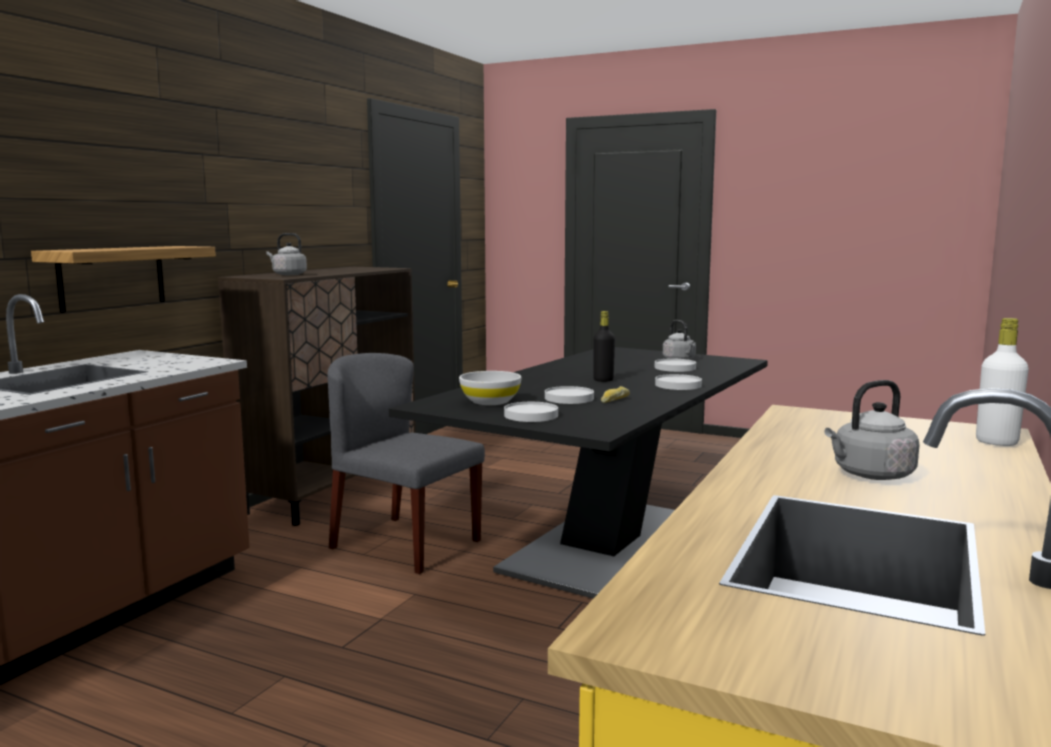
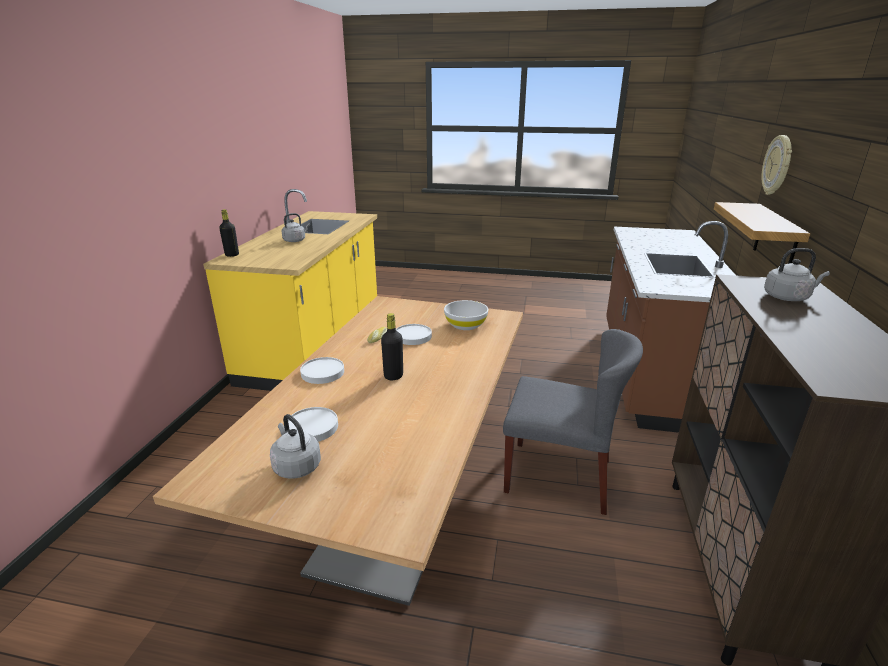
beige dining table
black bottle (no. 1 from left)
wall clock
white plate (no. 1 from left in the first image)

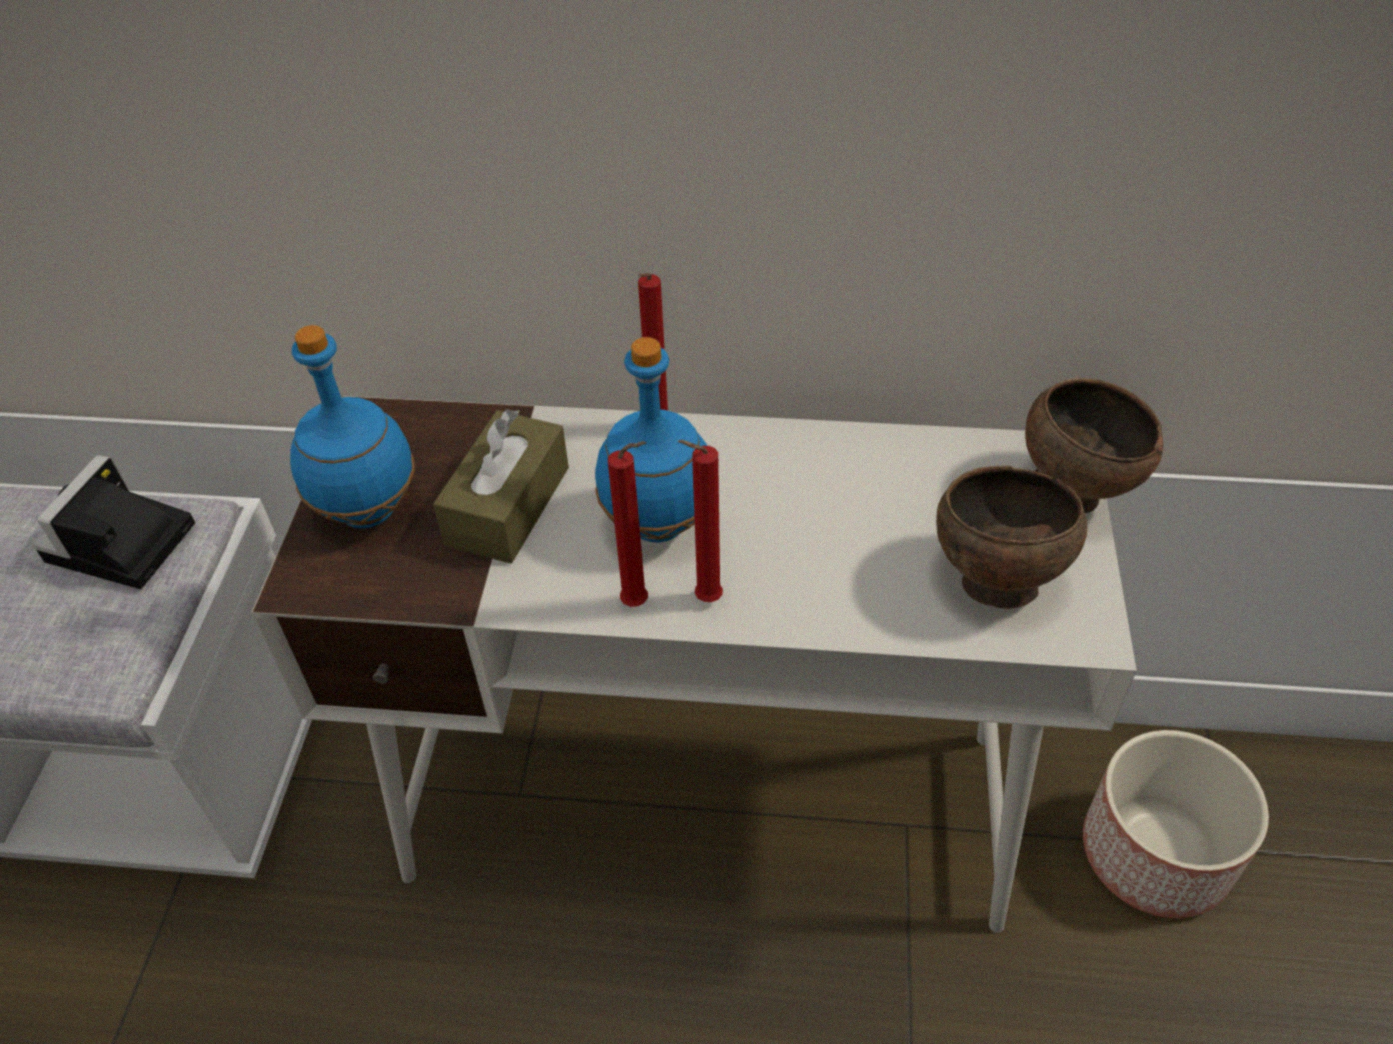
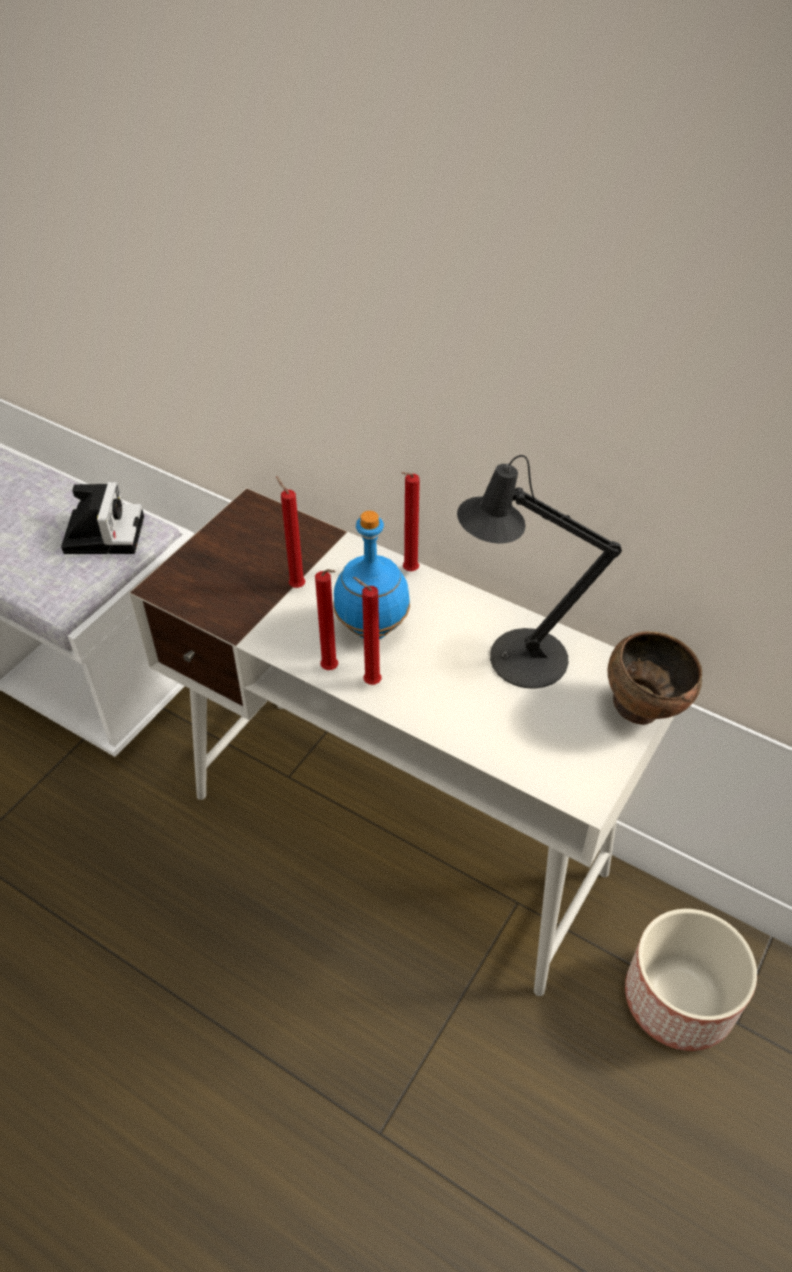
photo camera
red candle (no. 1 from left)
black table lamp
blue bottle (no. 1 from left in the first image)
brown bowl (no. 1 from left in the first image)

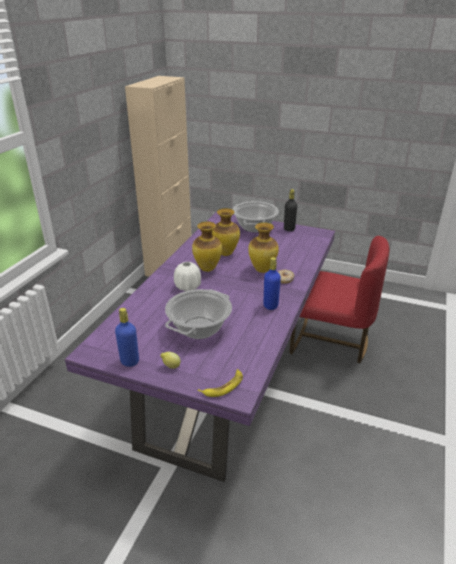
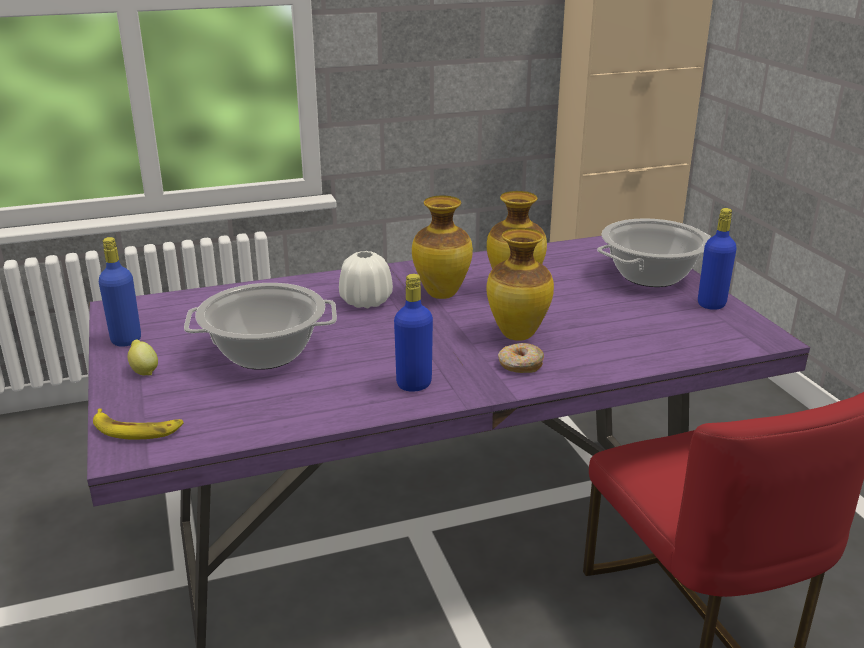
blue bottle (no. 3 from left)

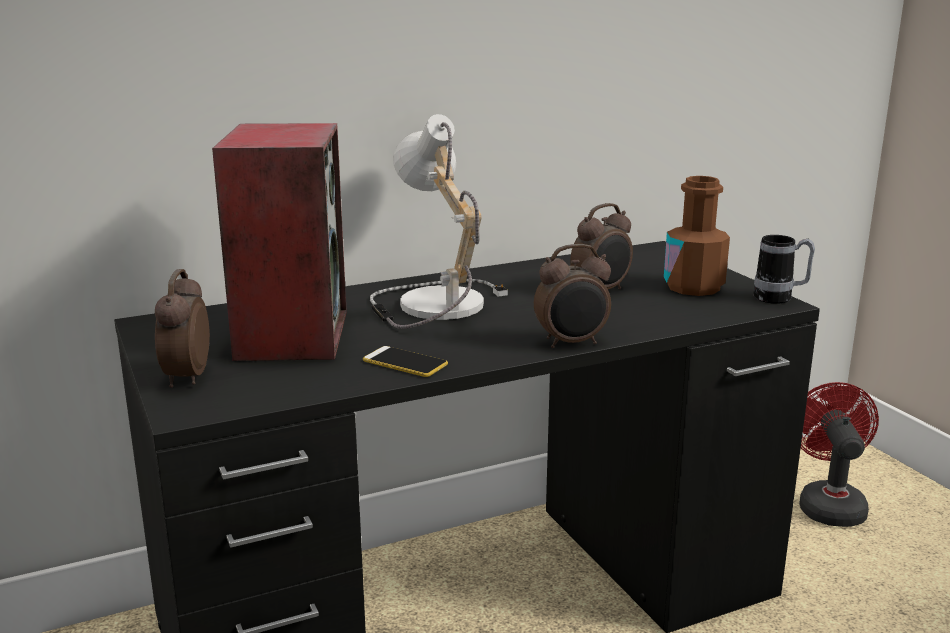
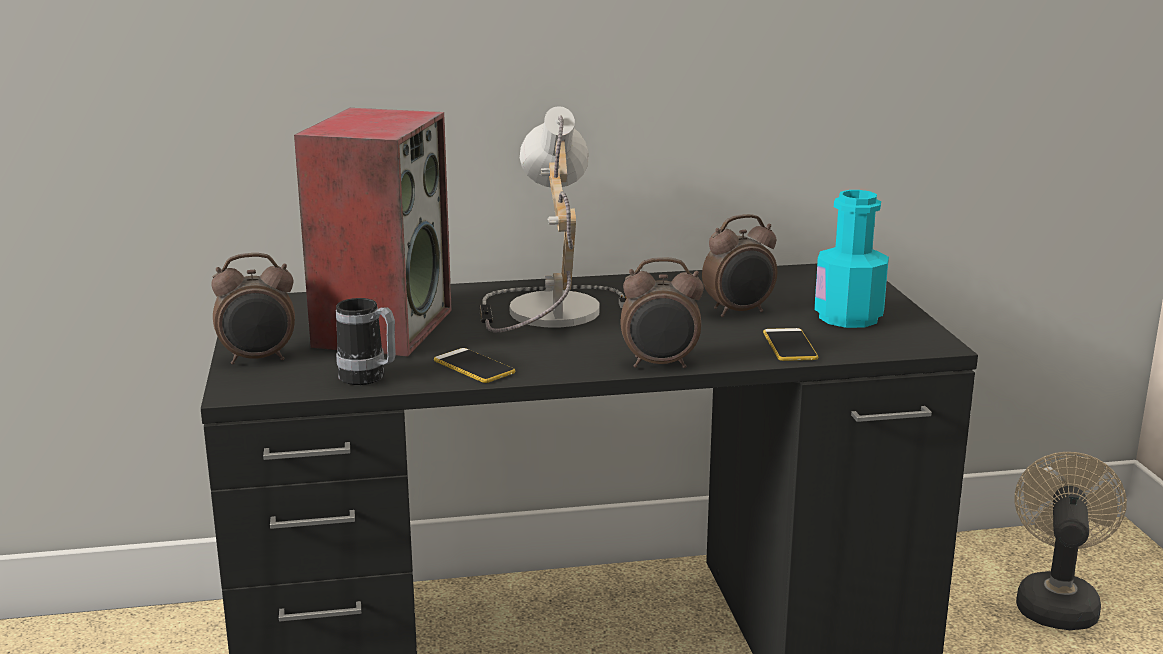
alarm clock (no. 1 from left)
mug
phone (no. 2 from left)
turquoise bottle
beige fan

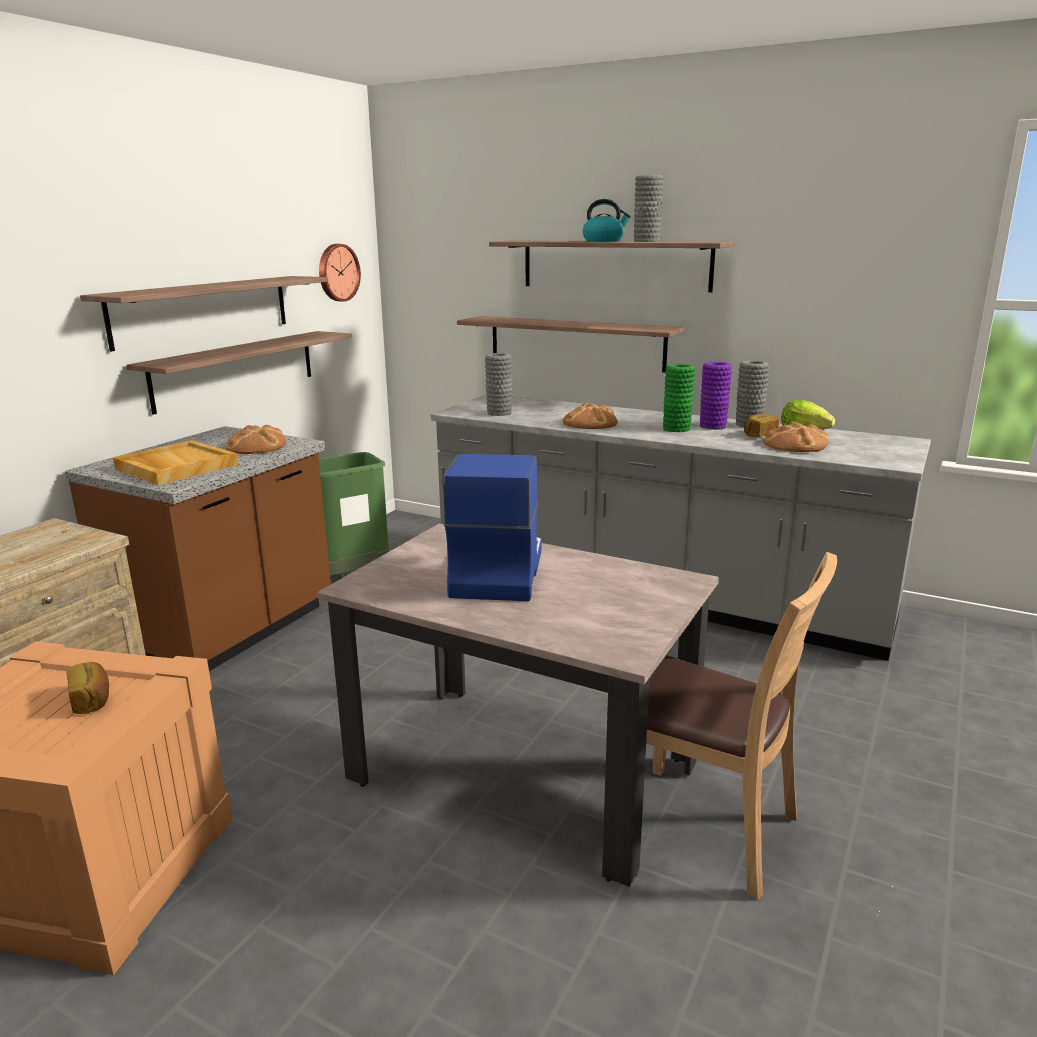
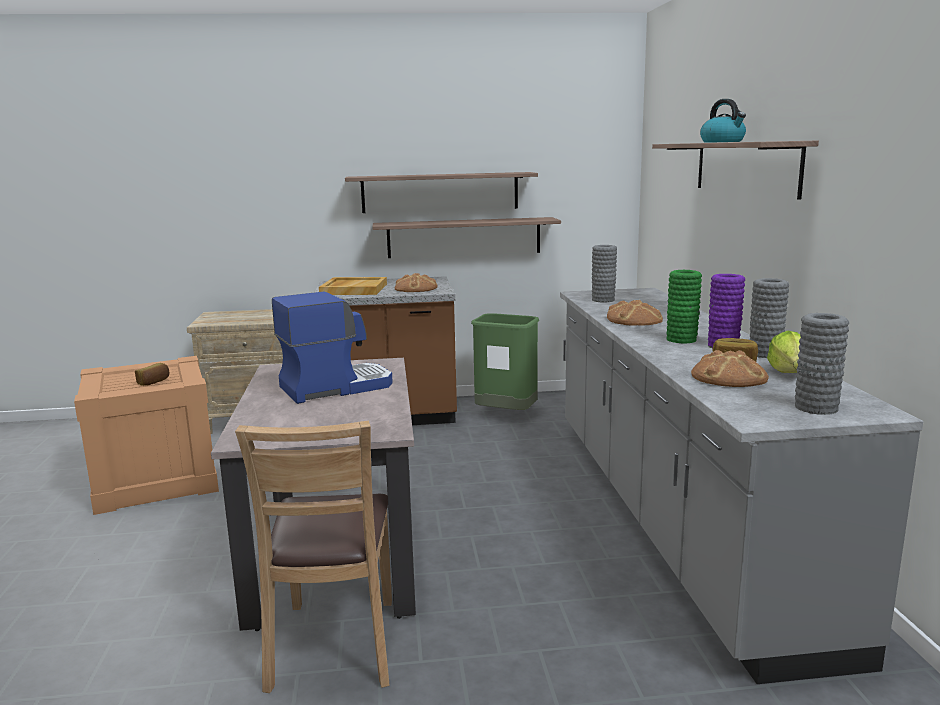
grey vase (no. 3 from left)
wall clock
shelf (no. 3 from left in the first image)

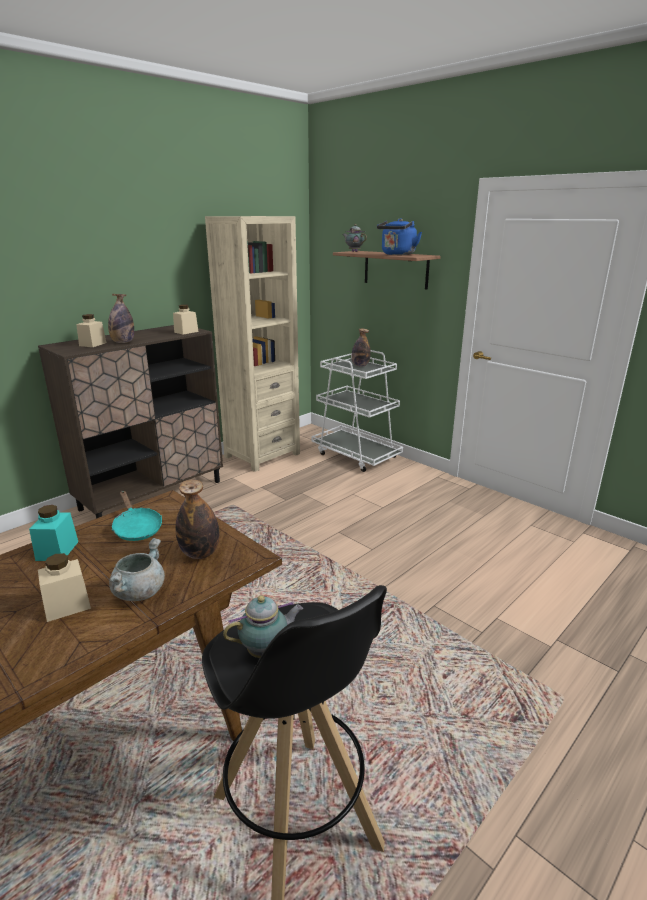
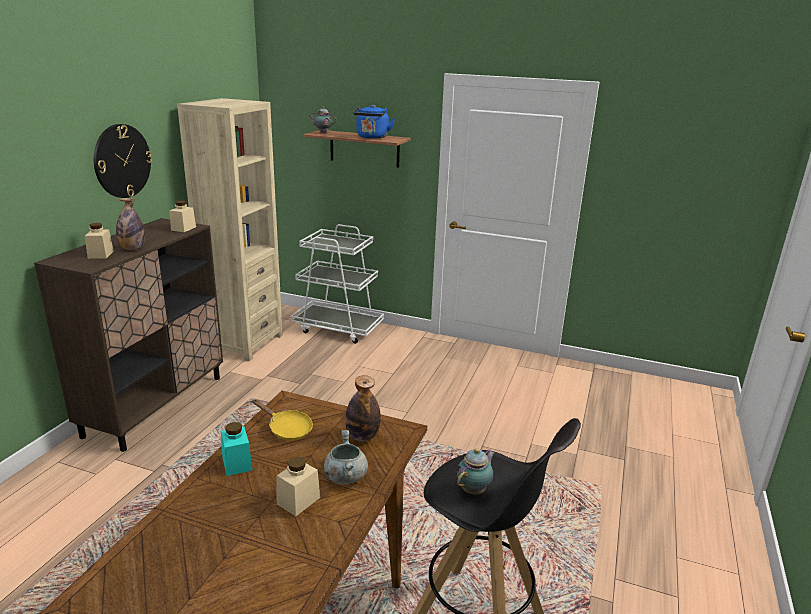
wall clock
yellow frying pan
bottle (no. 3 from left in the first image)

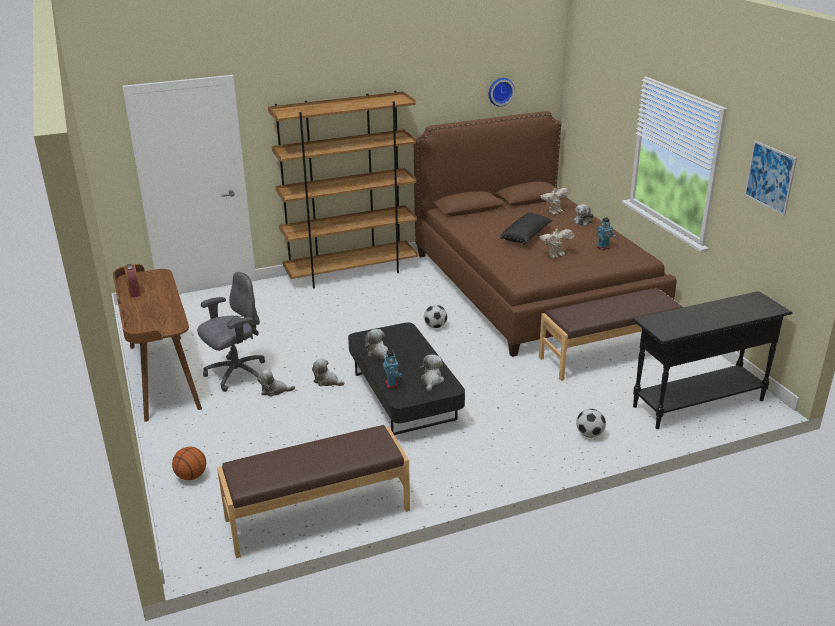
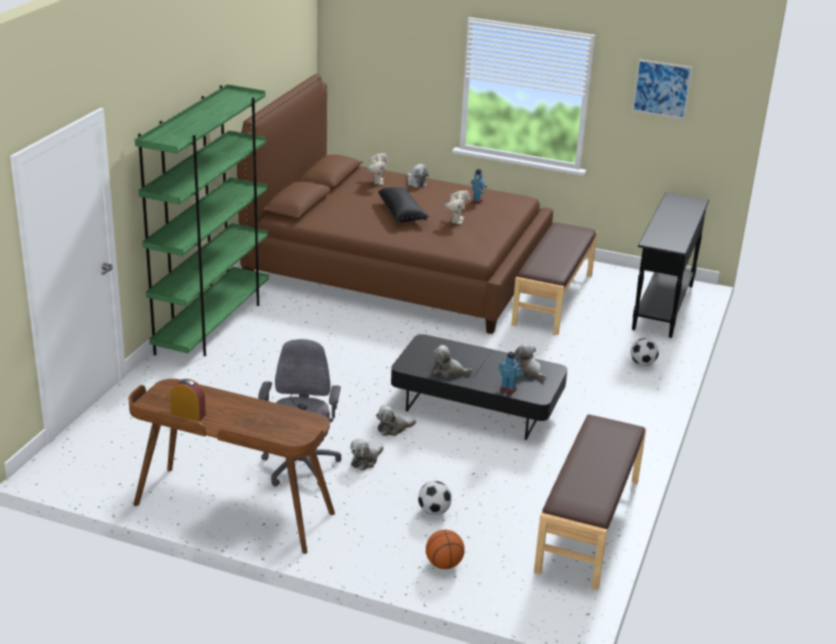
green bookcase
football (no. 1 from left)
wall clock

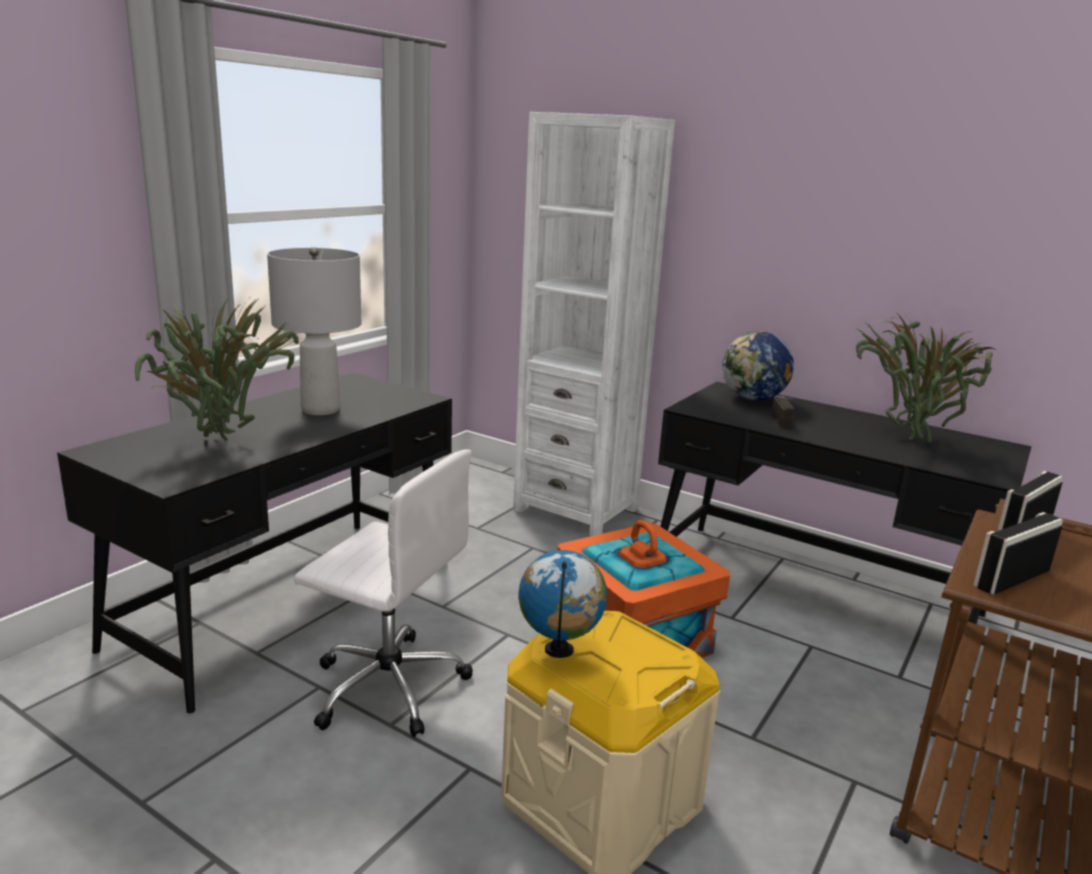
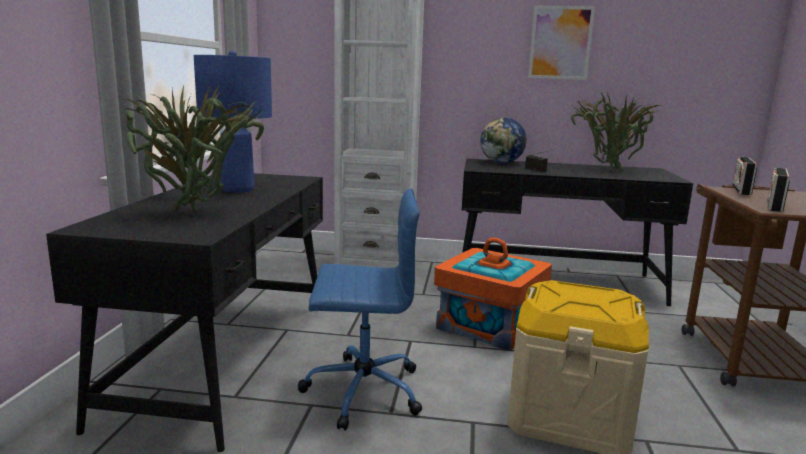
blue table lamp
blue office chair
picture
globe (no. 1 from left in the first image)

